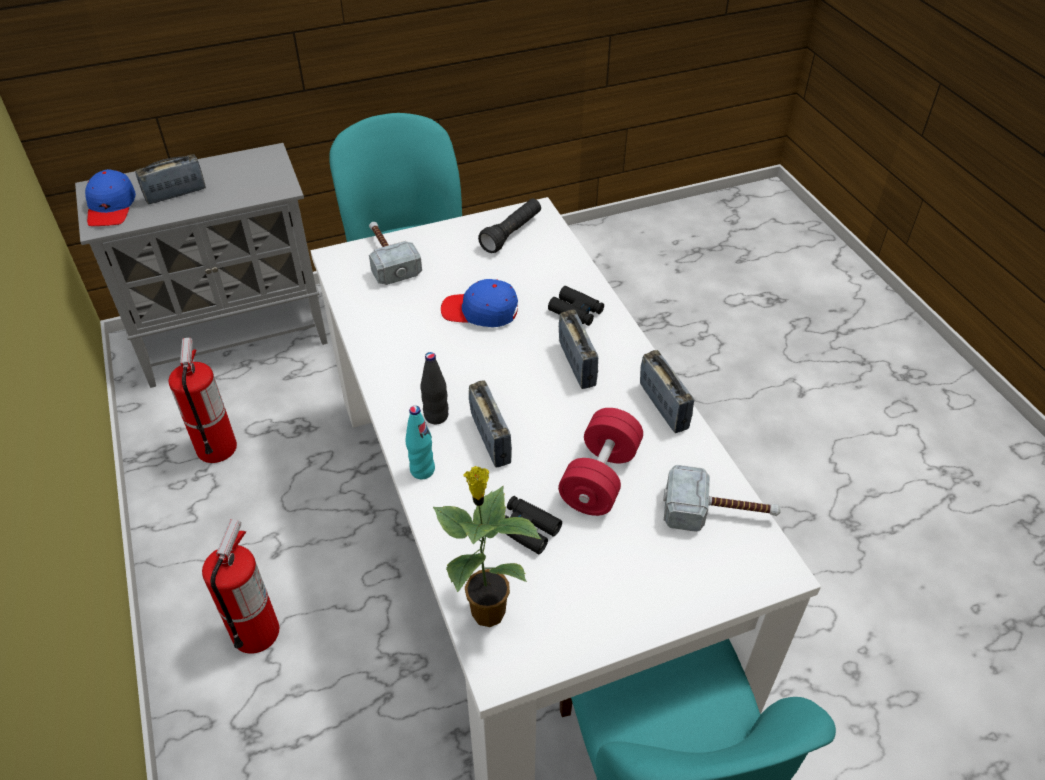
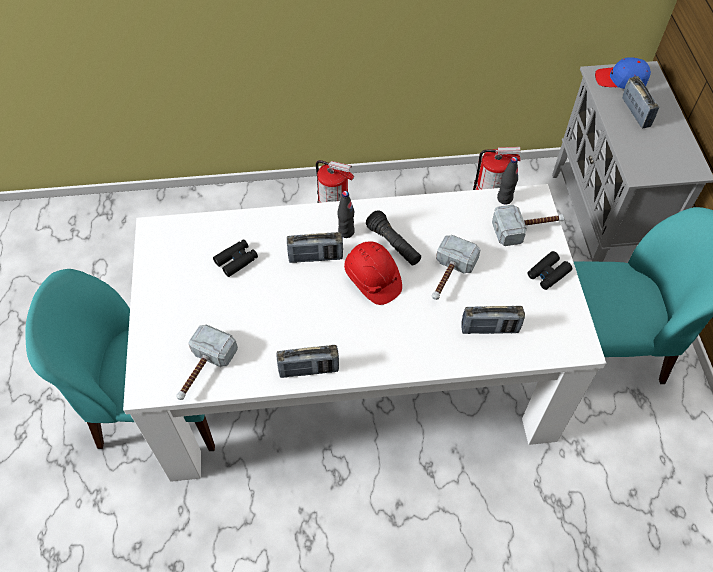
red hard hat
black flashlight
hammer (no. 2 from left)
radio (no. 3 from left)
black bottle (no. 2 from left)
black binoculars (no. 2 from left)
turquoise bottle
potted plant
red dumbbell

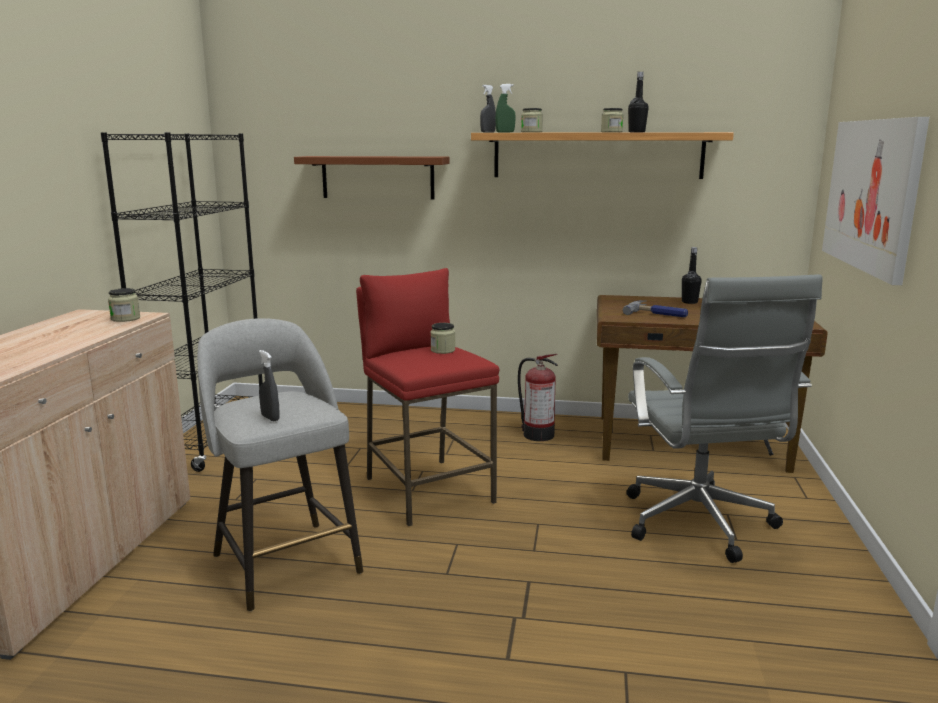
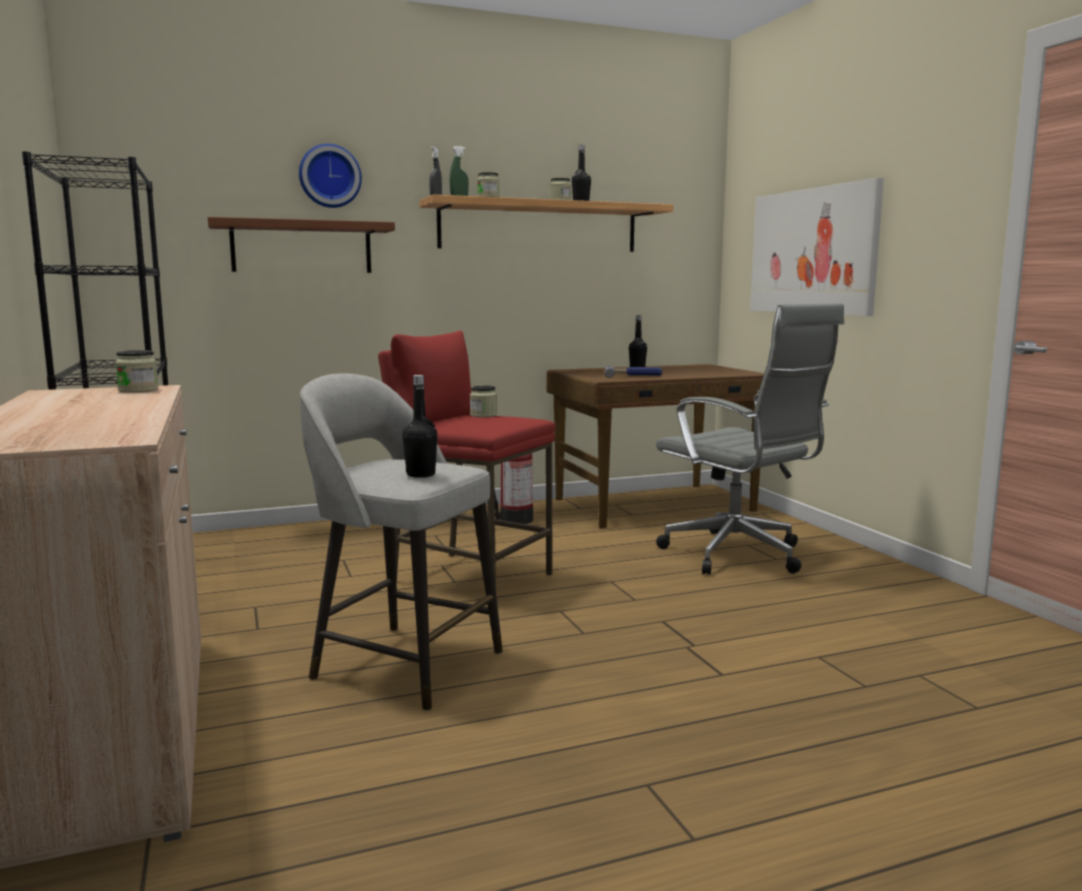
wall clock
black bottle (no. 1 from left)

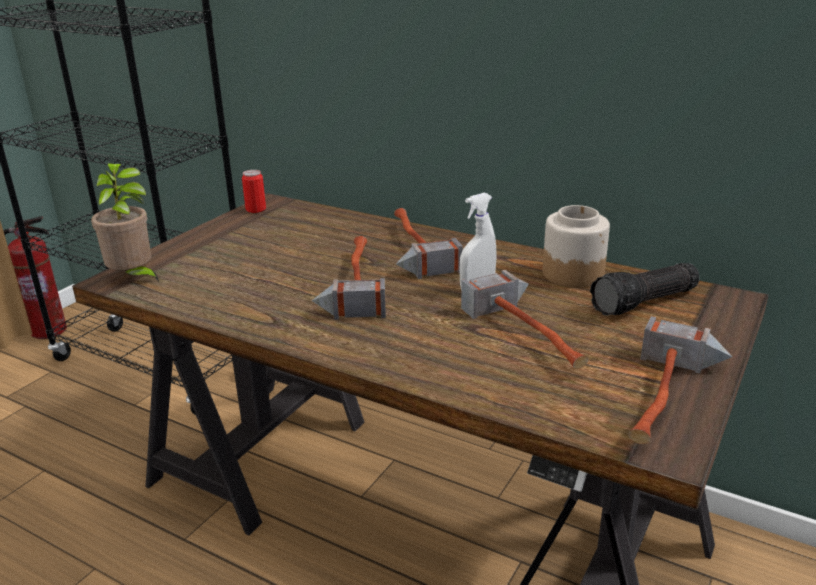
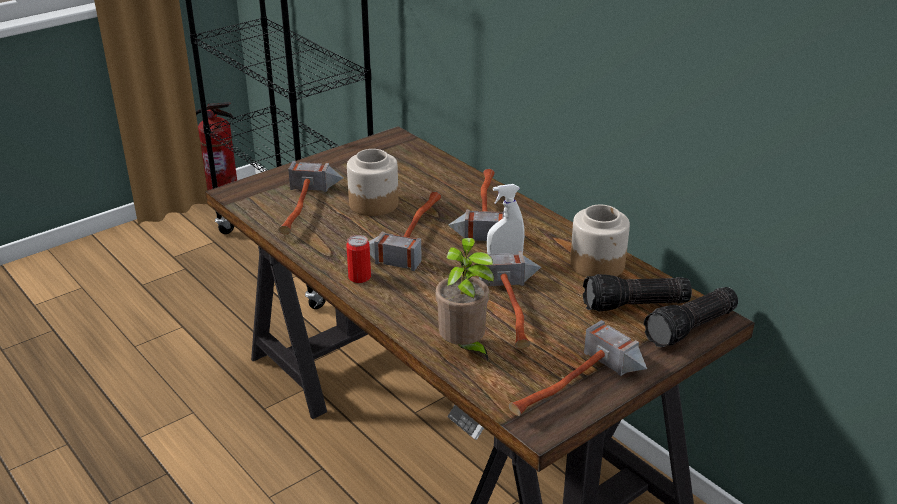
hammer (no. 1 from left)
can
jar (no. 1 from left)
potted plant
flashlight (no. 2 from left)

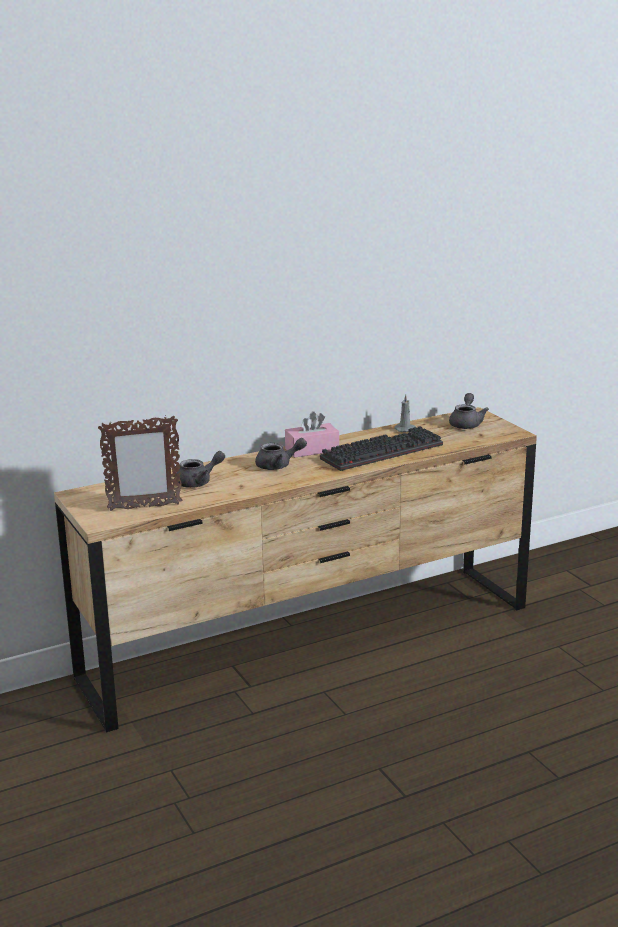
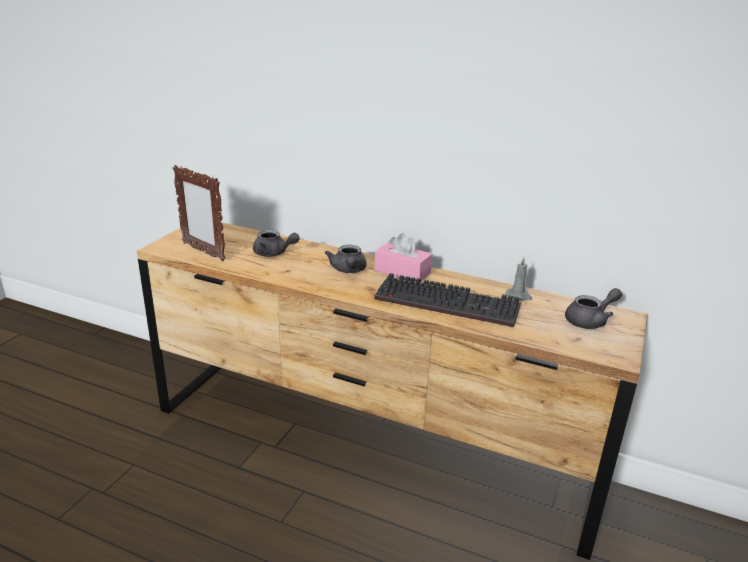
grey teapot (no. 2 from left)

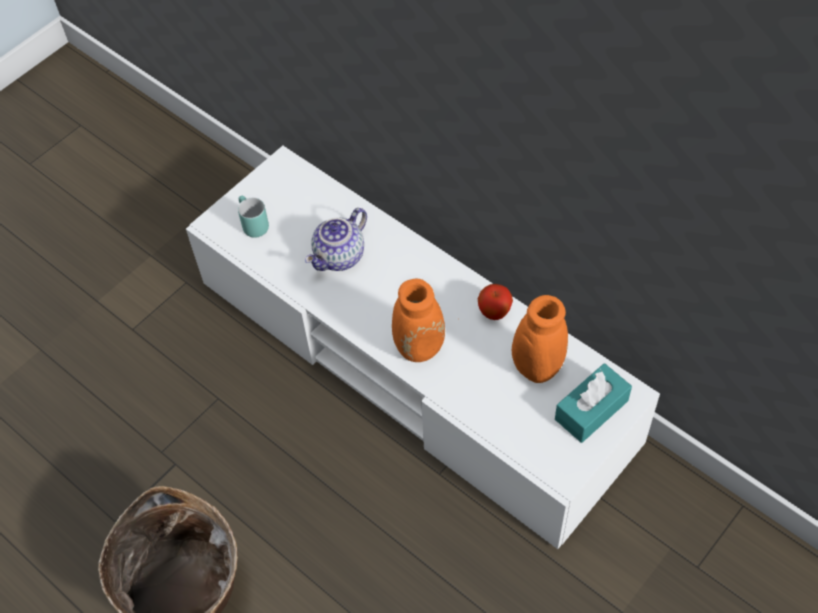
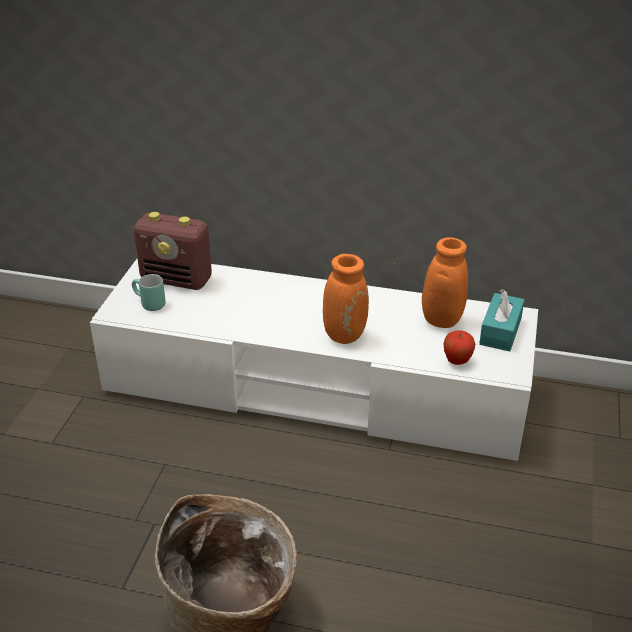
radio
apple
teapot

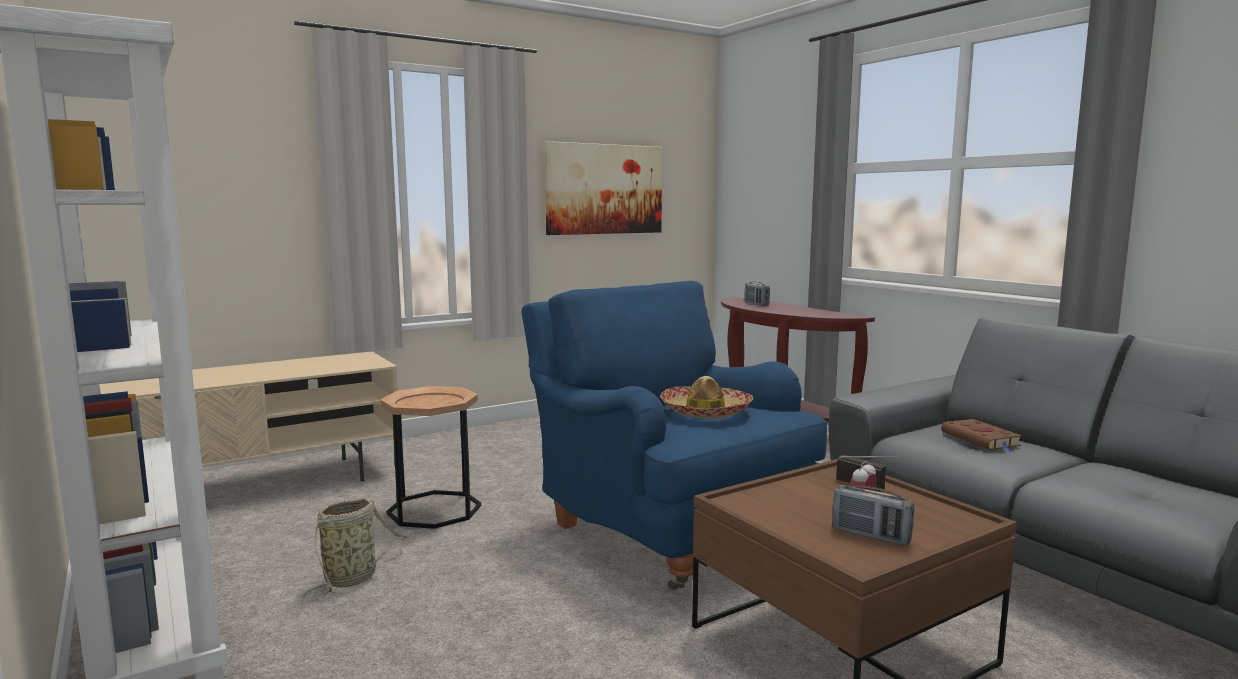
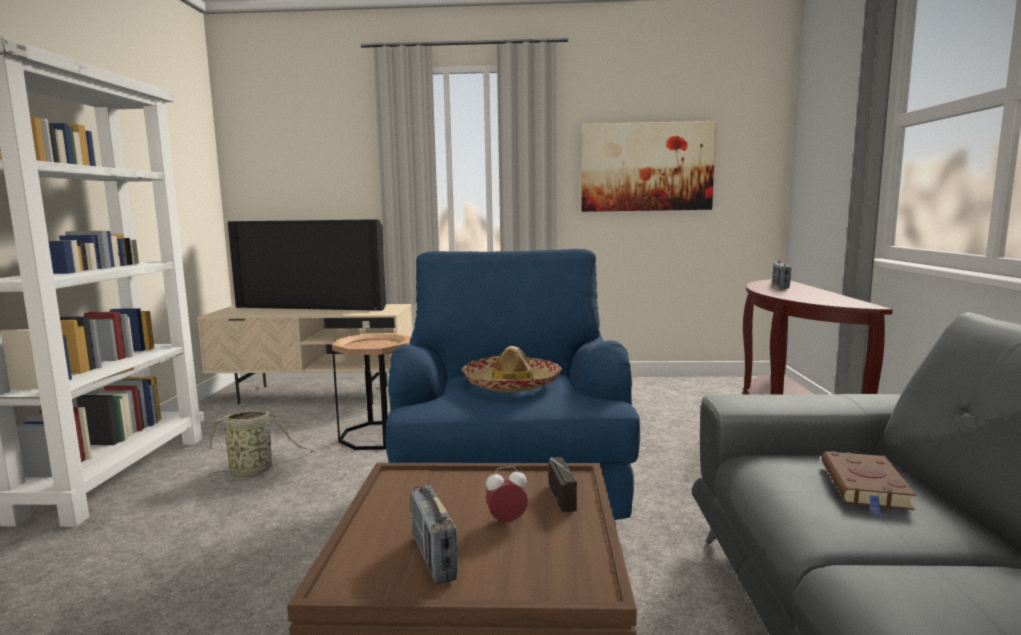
television

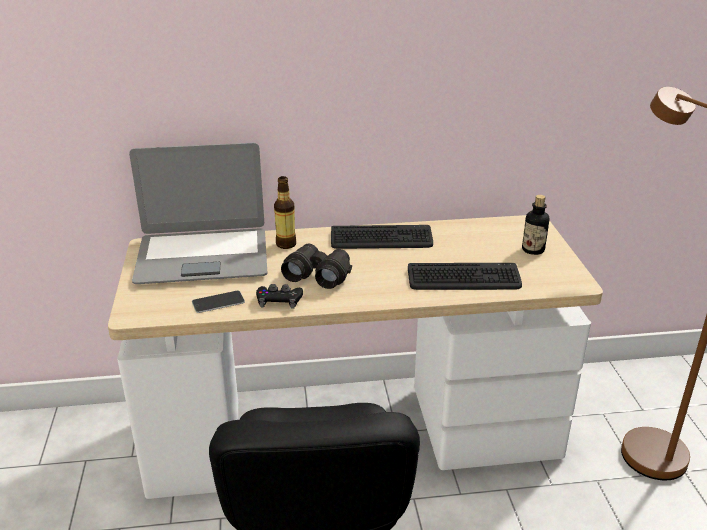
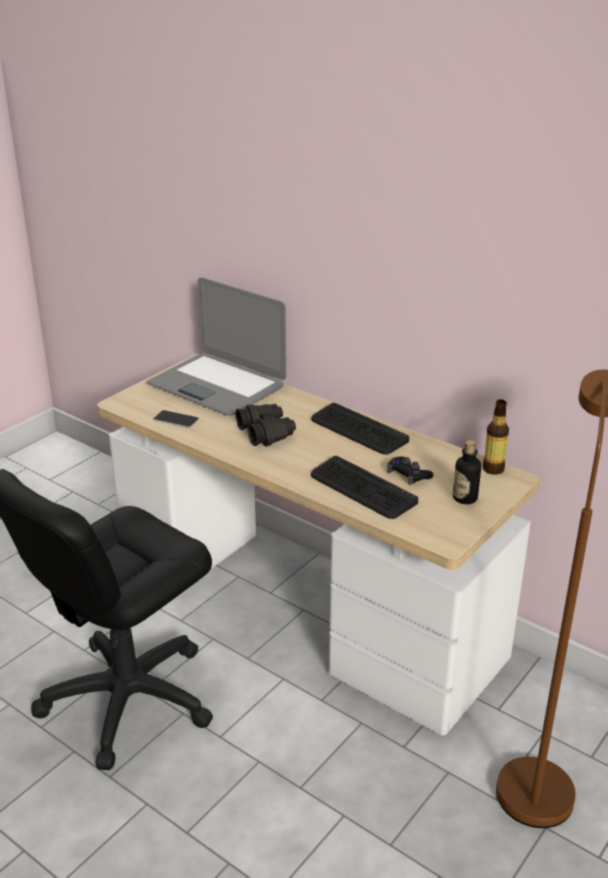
black game controller
bottle (no. 2 from left)

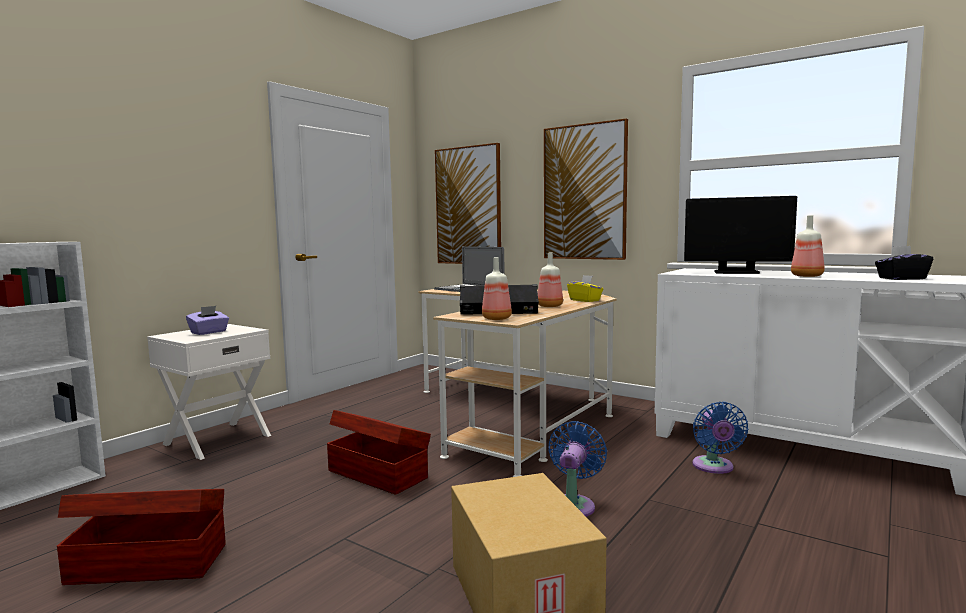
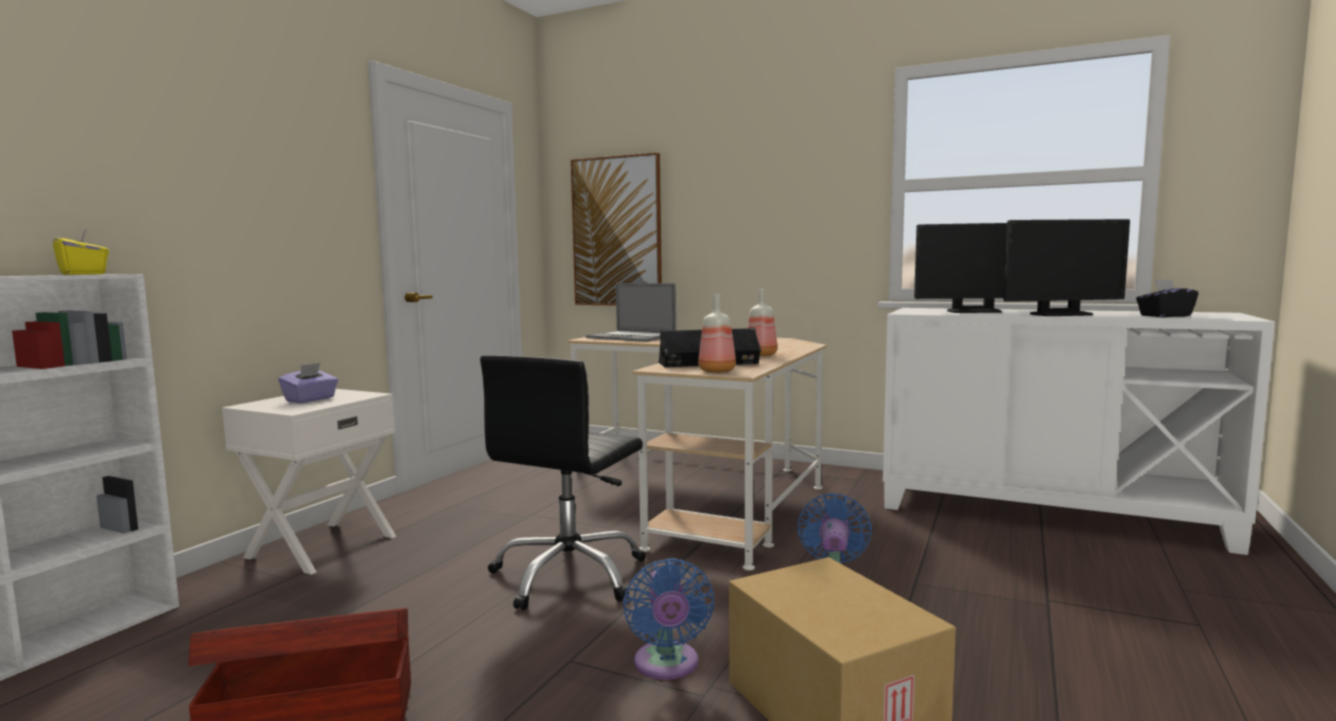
yellow tissue box
black office chair
blue fan (no. 1 from left)
monitor (no. 2 from left)
picture (no. 2 from left in the first image)

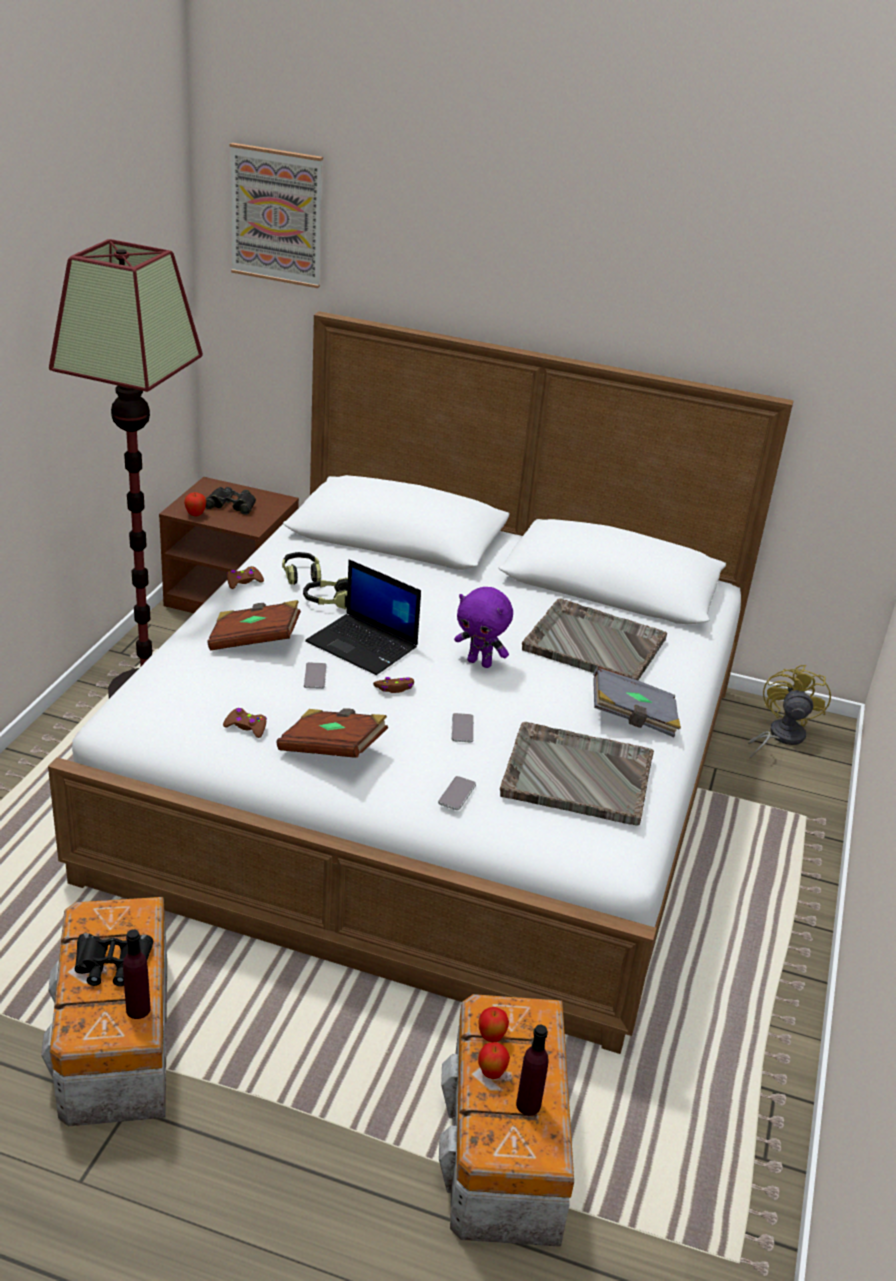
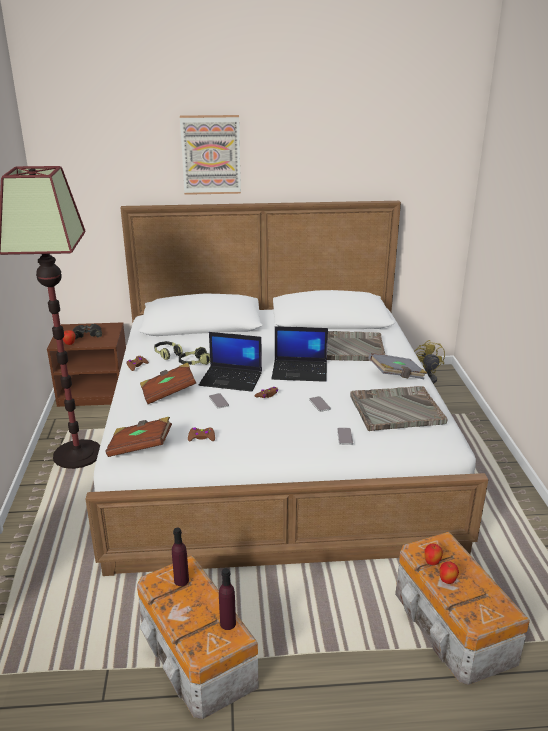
brown book (no. 1 from left)
purple bottle (no. 1 from left)
picture
laptop (no. 2 from left)
black binoculars (no. 1 from left in the first image)

